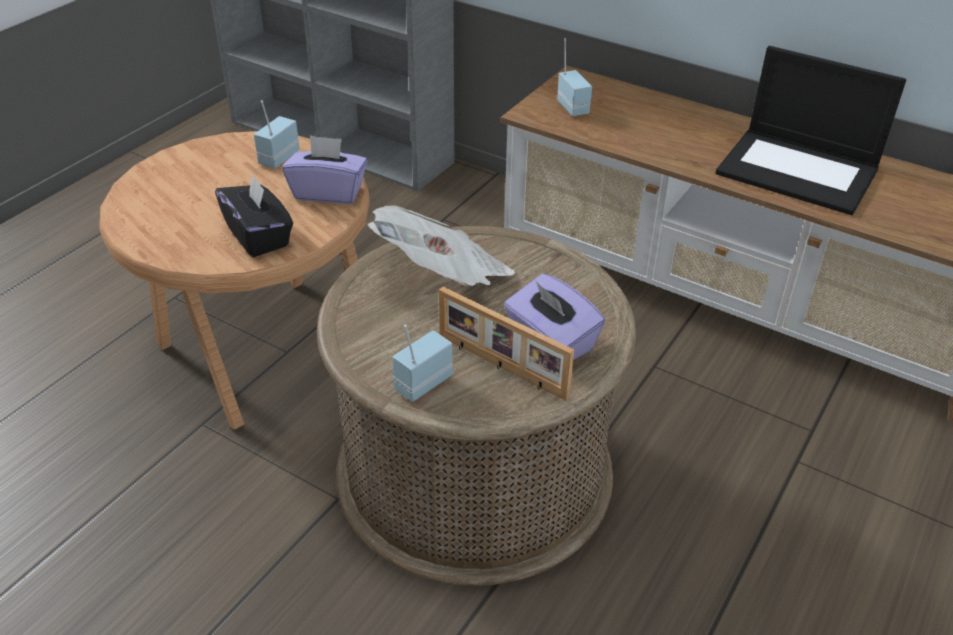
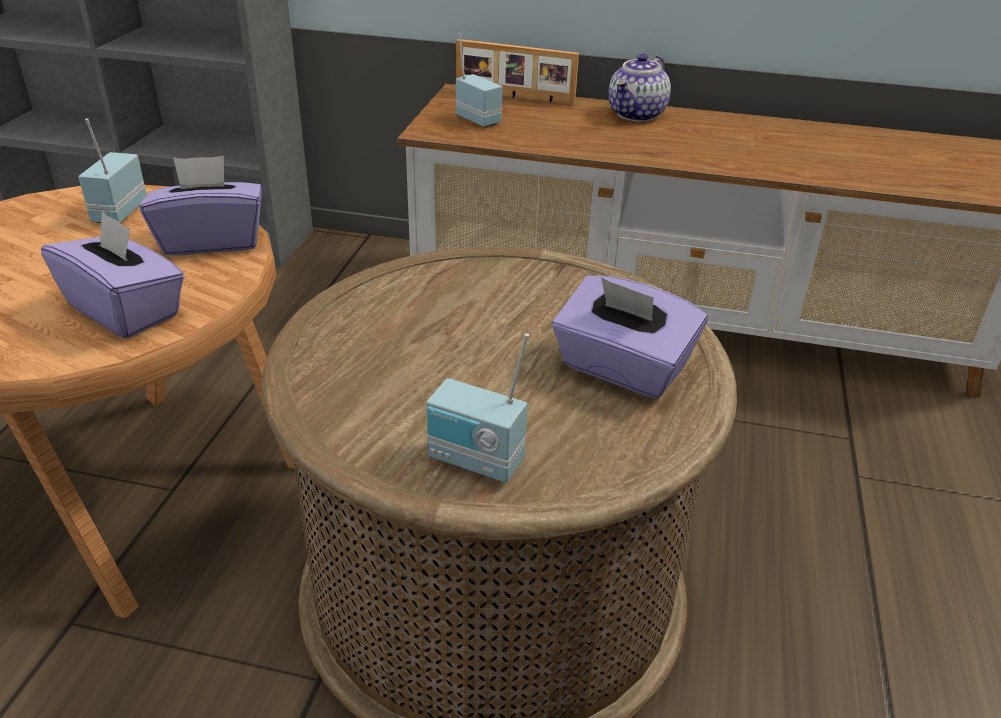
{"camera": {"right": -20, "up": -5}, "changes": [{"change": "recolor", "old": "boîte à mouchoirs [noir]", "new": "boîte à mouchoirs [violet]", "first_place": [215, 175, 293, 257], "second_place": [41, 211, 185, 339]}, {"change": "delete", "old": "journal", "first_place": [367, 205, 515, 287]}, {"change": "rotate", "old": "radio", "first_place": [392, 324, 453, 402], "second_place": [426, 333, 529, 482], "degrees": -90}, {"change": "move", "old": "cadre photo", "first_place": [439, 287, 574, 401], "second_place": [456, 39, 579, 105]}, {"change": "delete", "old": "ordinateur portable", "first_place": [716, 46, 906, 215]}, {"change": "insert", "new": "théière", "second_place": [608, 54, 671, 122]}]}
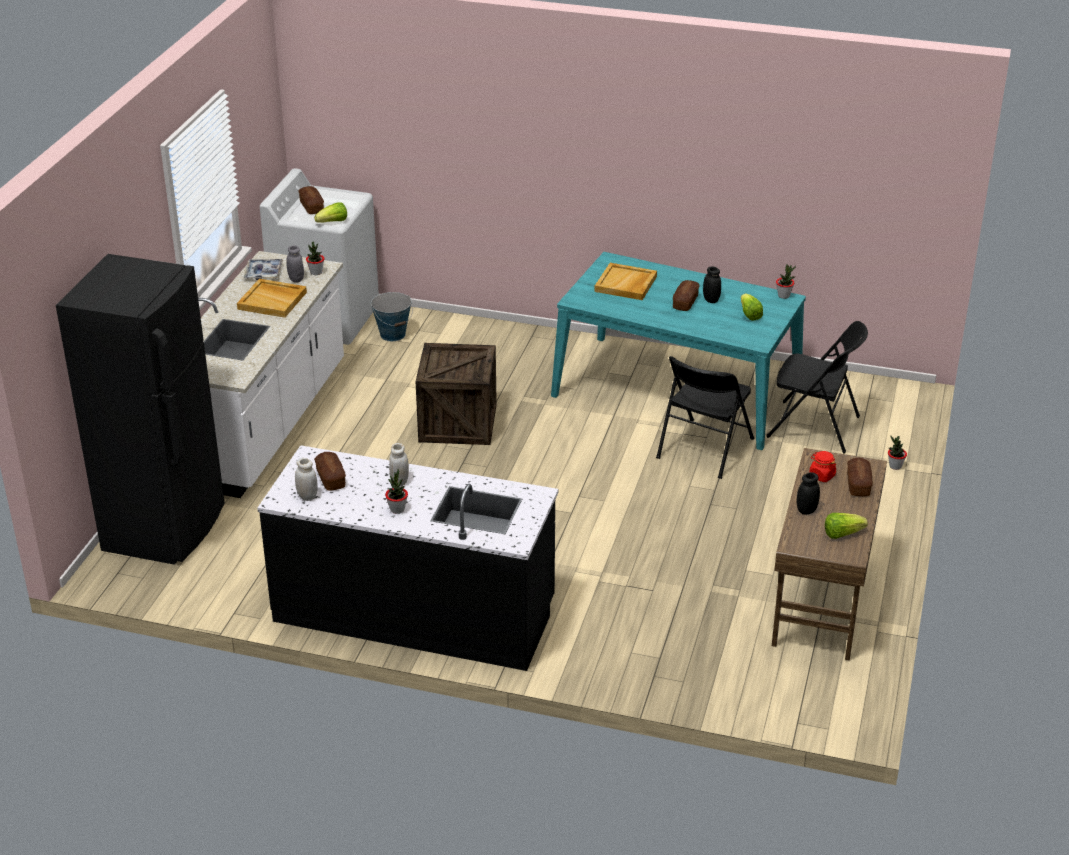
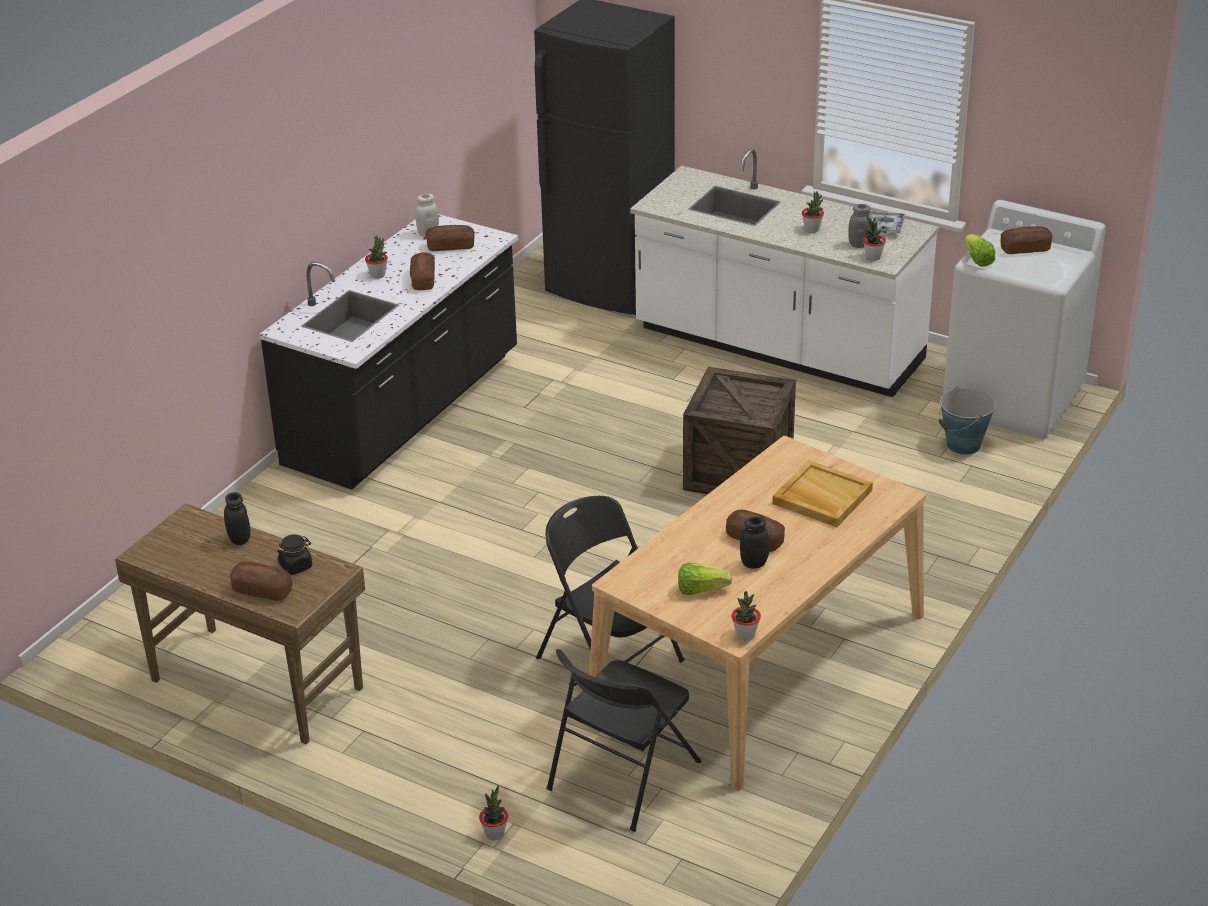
{"camera": {"right": 105, "up": 0}, "changes": [{"change": "replace", "old": "plateau [beige]", "new": "plante en pot", "first_place": [237, 279, 307, 318], "second_place": [802, 191, 824, 233]}, {"change": "replace", "old": "bocal [blanc]", "new": "pain", "first_place": [389, 443, 409, 486], "second_place": [410, 252, 435, 290]}, {"change": "recolor", "old": "table à manger [turquoise]", "new": "table à manger [beige]", "first_place": [551, 252, 806, 450], "second_place": [589, 436, 926, 791]}, {"change": "recolor", "old": "bocal [rouge]", "new": "bocal [noir]", "first_place": [809, 451, 836, 482], "second_place": [277, 534, 312, 575]}, {"change": "delete", "old": "laitue", "first_place": [825, 513, 868, 539]}]}
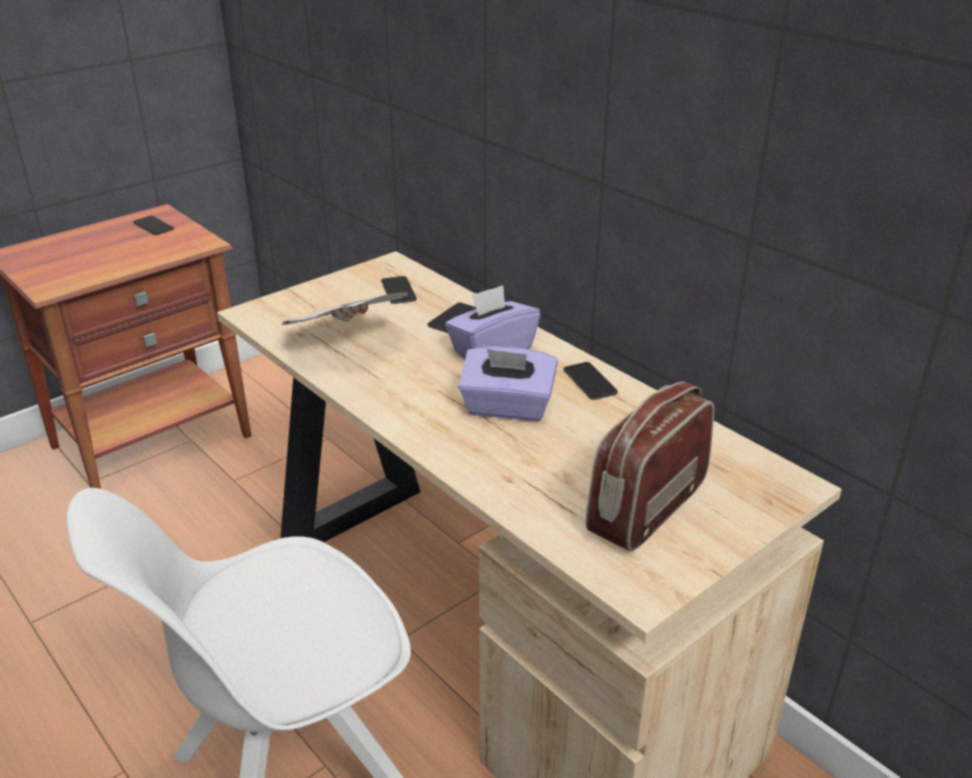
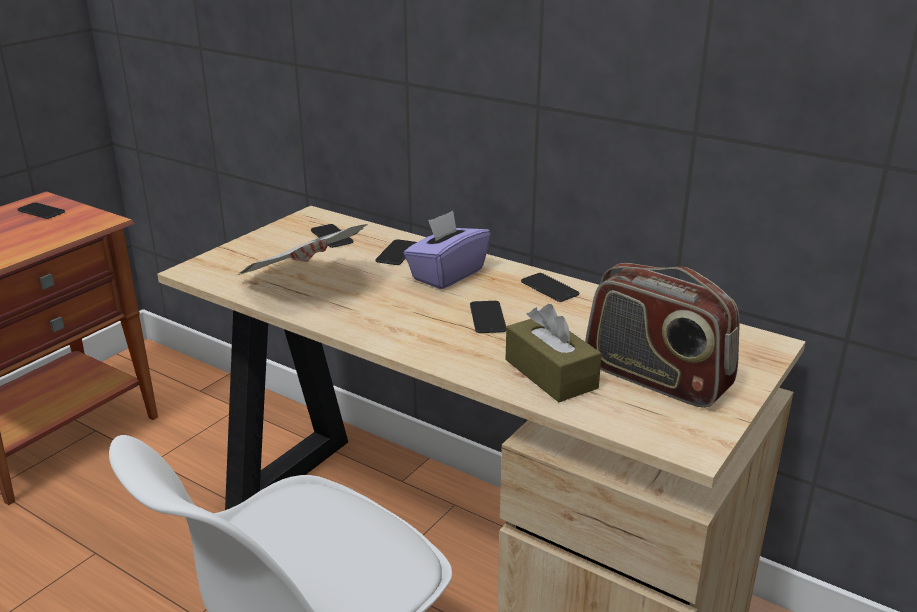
{"camera": {"right": -15, "up": -5}, "changes": [{"change": "replace", "old": "boîte à mouchoirs [violet]", "new": "téléphone", "first_place": [458, 346, 558, 421], "second_place": [470, 301, 506, 333]}, {"change": "rotate", "old": "radio", "first_place": [586, 382, 714, 551], "second_place": [585, 263, 740, 408], "degrees": -75}, {"change": "insert", "new": "boîte à mouchoirs [marron]", "second_place": [505, 304, 602, 402]}]}
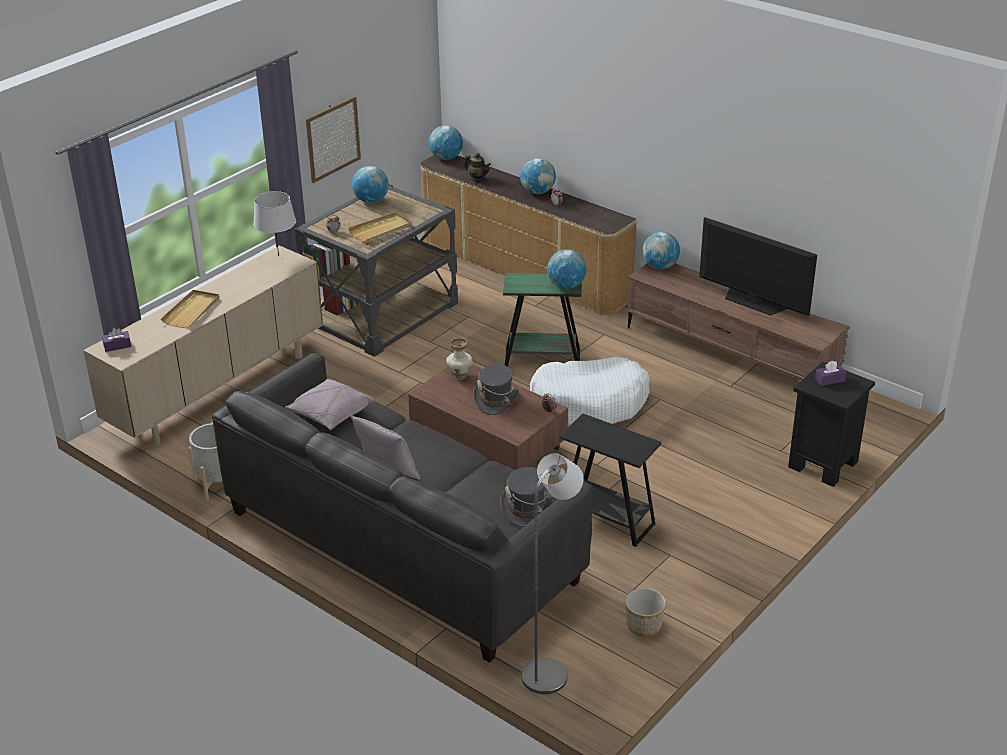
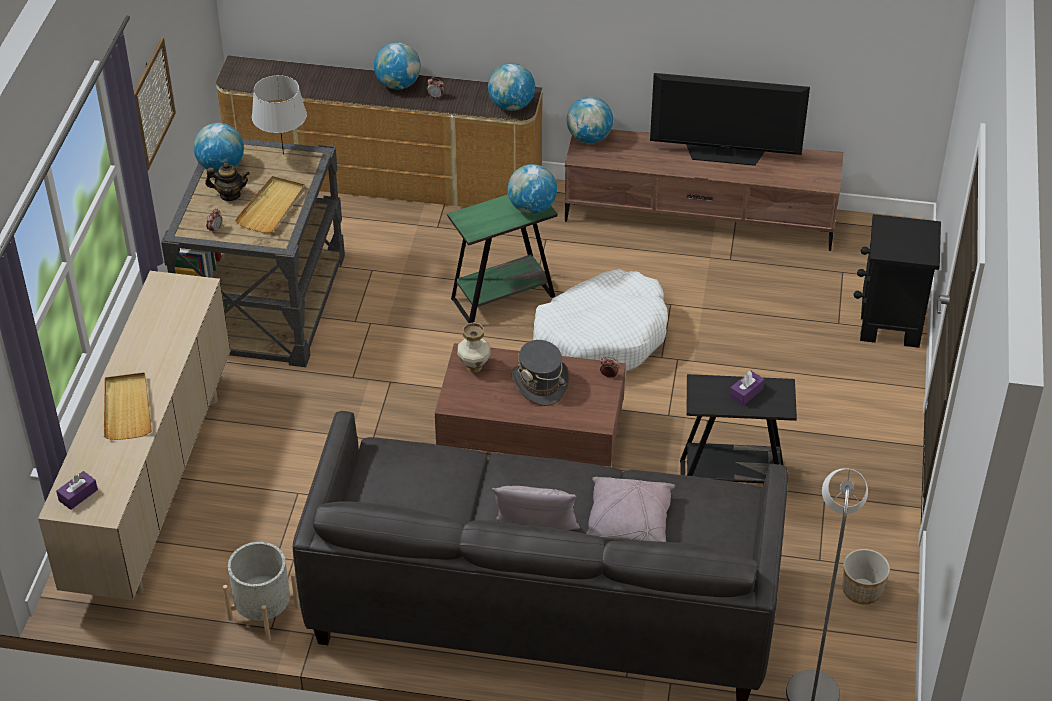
{"camera": {"right": -30, "up": 10}, "changes": [{"change": "move", "old": "lampe de table [gris]", "first_place": [253, 191, 296, 256], "second_place": [252, 75, 307, 155]}, {"change": "move", "old": "coussin [violet]", "first_place": [285, 379, 375, 430], "second_place": [586, 477, 675, 542]}, {"change": "move", "old": "globe", "first_place": [429, 125, 463, 160], "second_place": [488, 63, 535, 111]}, {"change": "move", "old": "théière", "first_place": [464, 153, 491, 182], "second_place": [205, 162, 250, 201]}, {"change": "delete", "old": "chapeau [gris]", "first_place": [500, 467, 554, 527]}, {"change": "move", "old": "boîte à mouchoirs [violet]", "first_place": [815, 361, 846, 386], "second_place": [729, 371, 765, 406]}]}
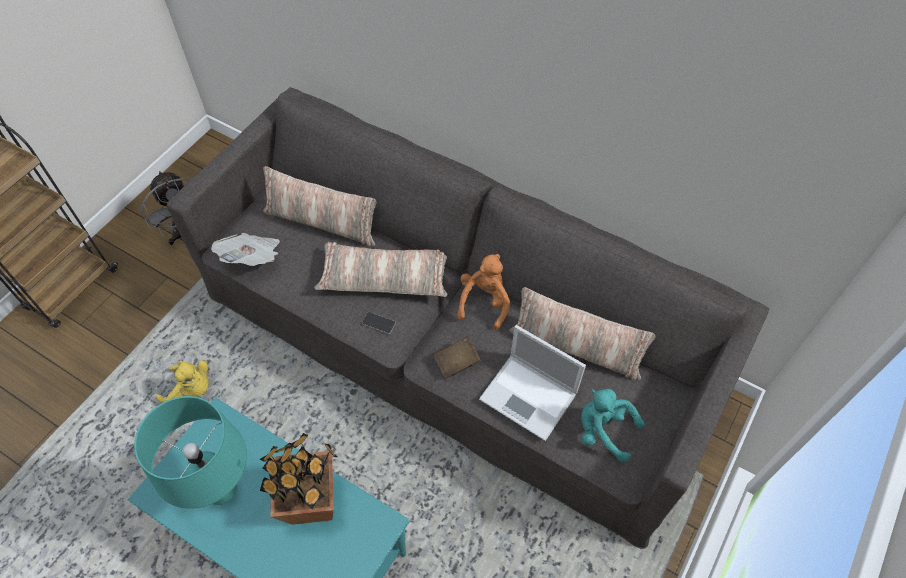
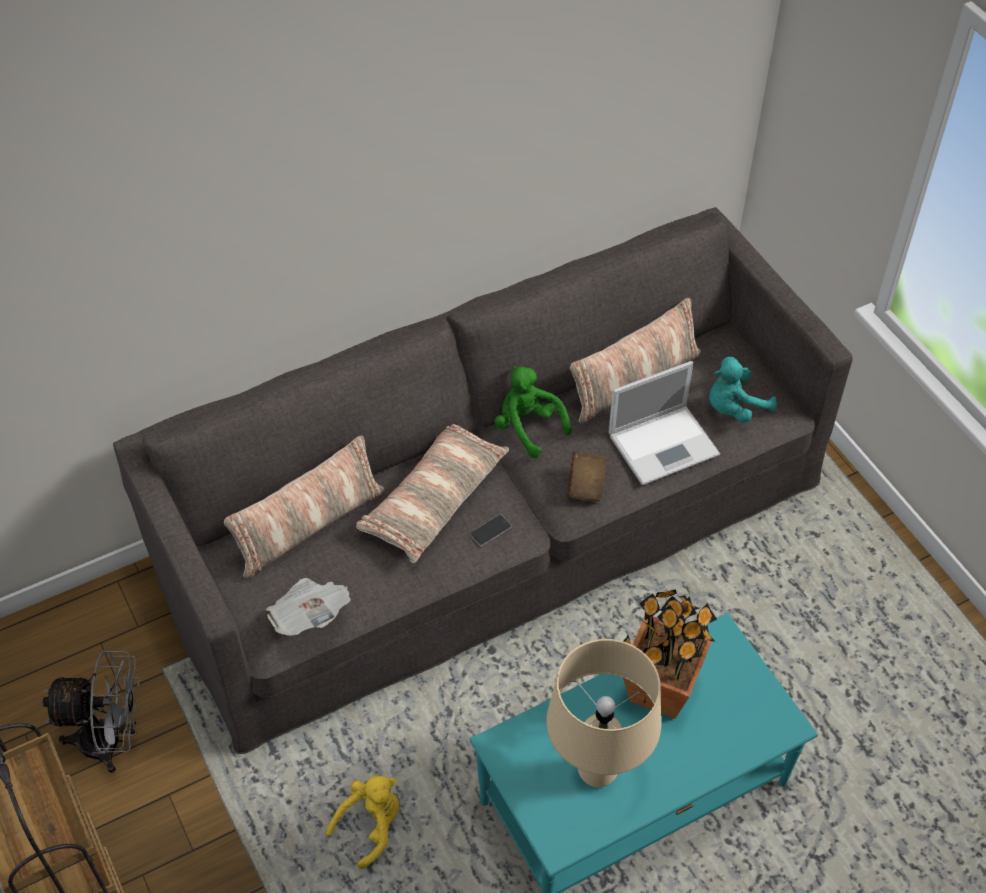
{"camera": {"right": -60, "up": -5}, "changes": [{"change": "recolor", "old": "lampe de table [turquoise]", "new": "lampe de table [beige]", "first_place": [134, 396, 247, 509], "second_place": [546, 639, 661, 787]}, {"change": "recolor", "old": "peluche [orange]", "new": "peluche [vert]", "first_place": [457, 254, 510, 330], "second_place": [495, 366, 572, 458]}]}
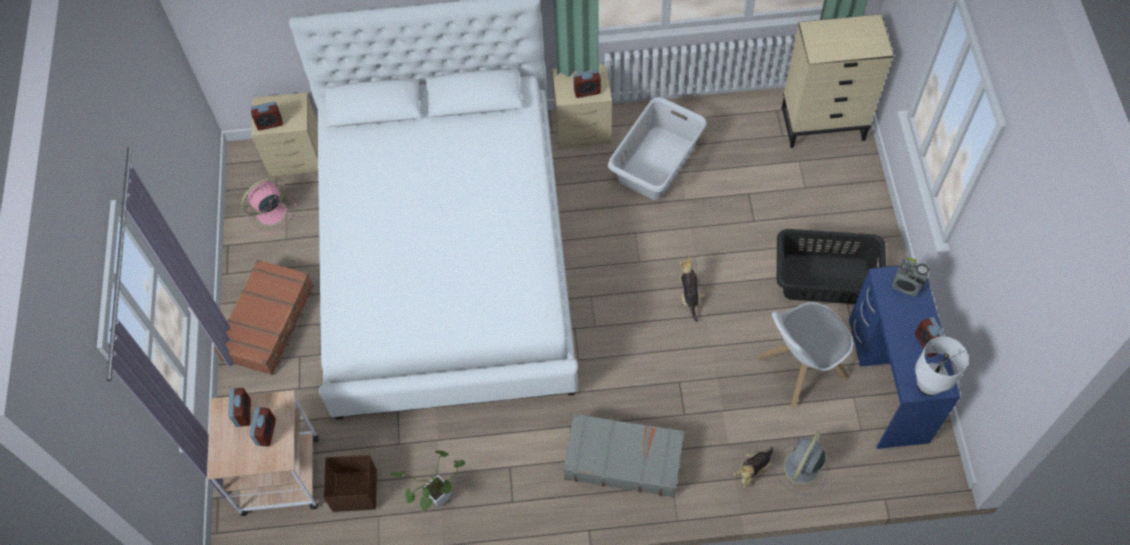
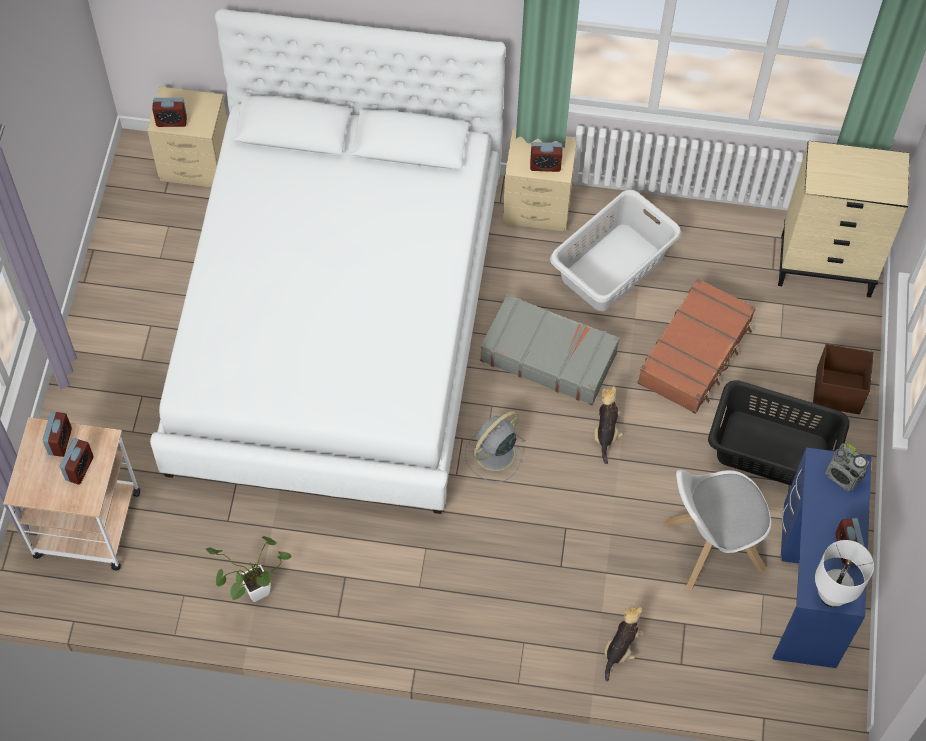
{"camera": {"right": 10, "up": 0}, "changes": [{"change": "move", "old": "valise [marron]", "first_place": [213, 259, 314, 375], "second_place": [637, 278, 756, 414]}, {"change": "delete", "old": "ventilateur [rose]", "first_place": [241, 177, 297, 234]}, {"change": "move", "old": "boîte de rangement [marron]", "first_place": [324, 455, 377, 512], "second_place": [813, 344, 874, 414]}, {"change": "move", "old": "valise [gris]", "first_place": [563, 413, 685, 498], "second_place": [480, 294, 620, 405]}, {"change": "rotate", "old": "peluche", "first_place": [733, 447, 773, 488], "second_place": [604, 605, 643, 681], "degrees": 150}, {"change": "move", "old": "ventilateur [gris]", "first_place": [775, 431, 827, 495], "second_place": [465, 411, 525, 482]}]}
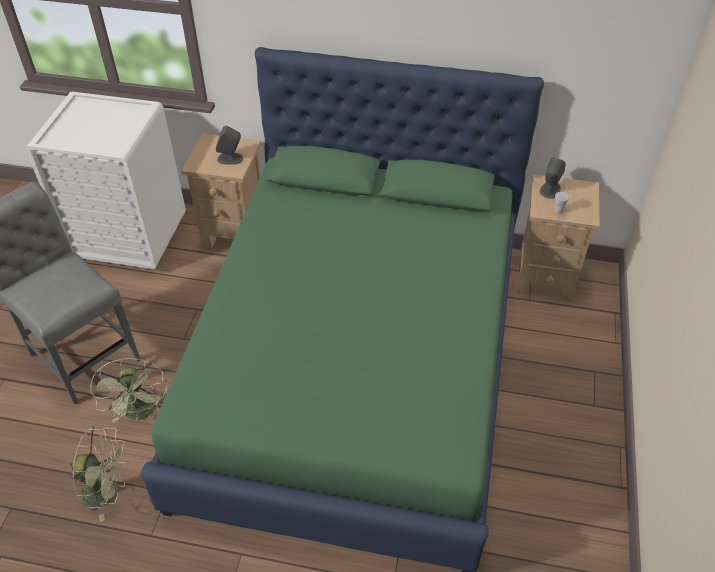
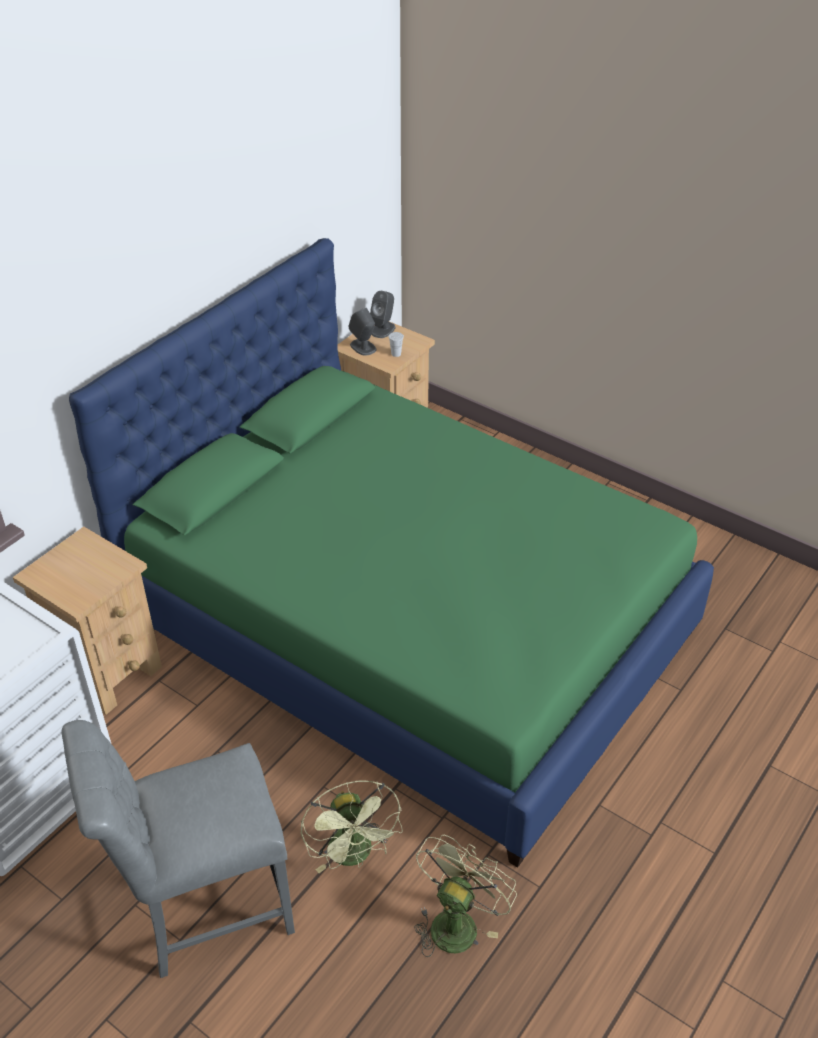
{"camera": {"right": -65, "up": -5}, "changes": [{"change": "rotate", "old": "ventilateur [vert]", "first_place": [90, 358, 167, 423], "second_place": [301, 780, 403, 873], "degrees": 60}, {"change": "move", "old": "enceinte [gris]", "first_place": [216, 125, 243, 165], "second_place": [370, 291, 396, 338]}]}
